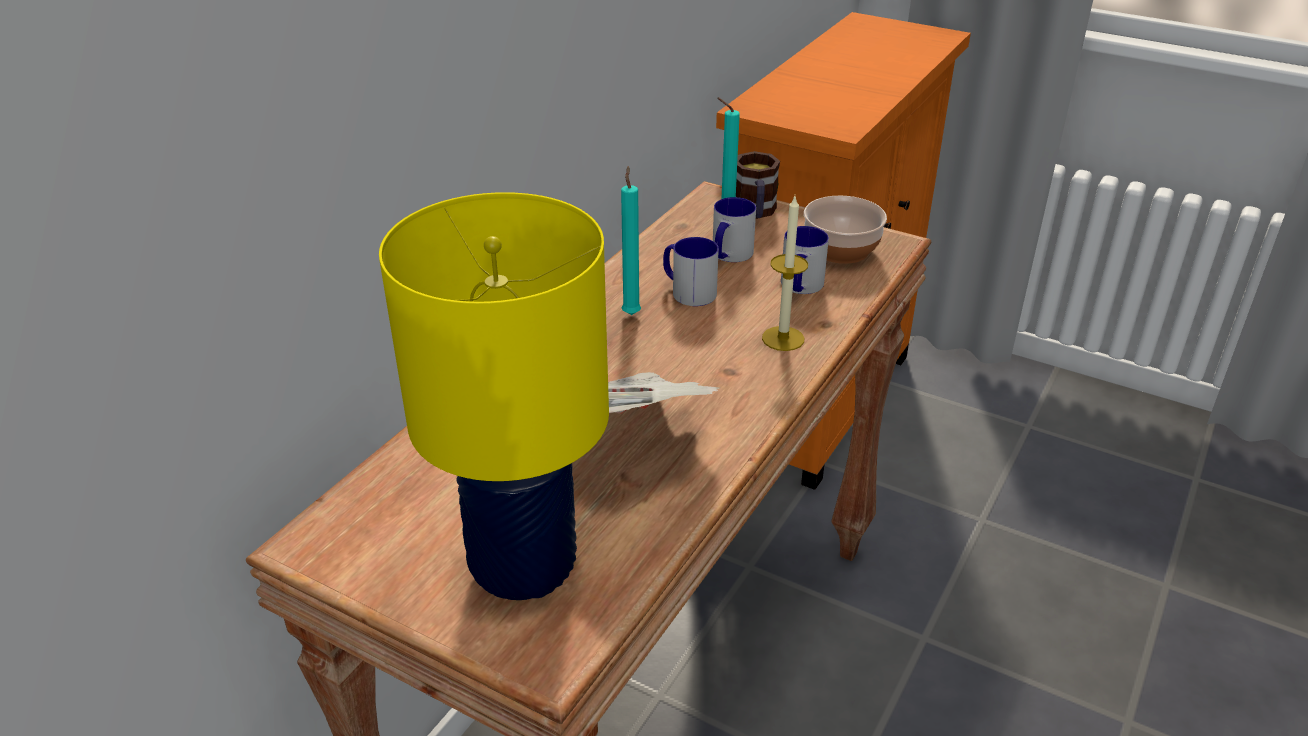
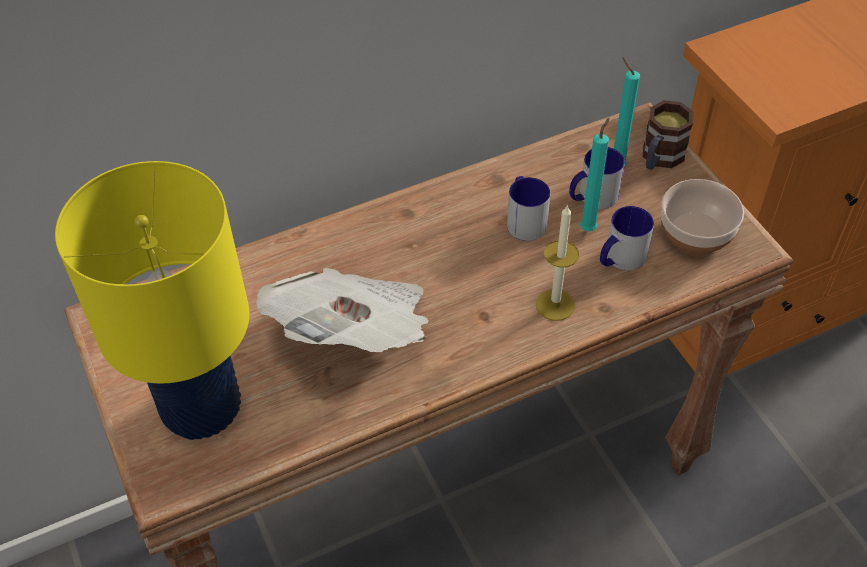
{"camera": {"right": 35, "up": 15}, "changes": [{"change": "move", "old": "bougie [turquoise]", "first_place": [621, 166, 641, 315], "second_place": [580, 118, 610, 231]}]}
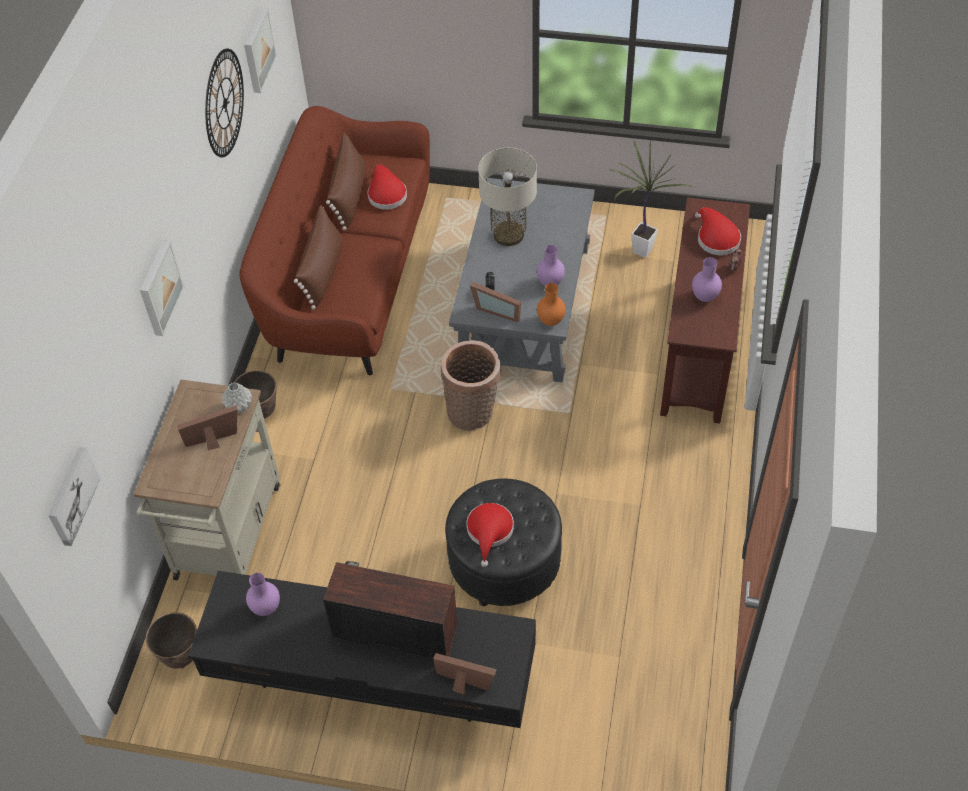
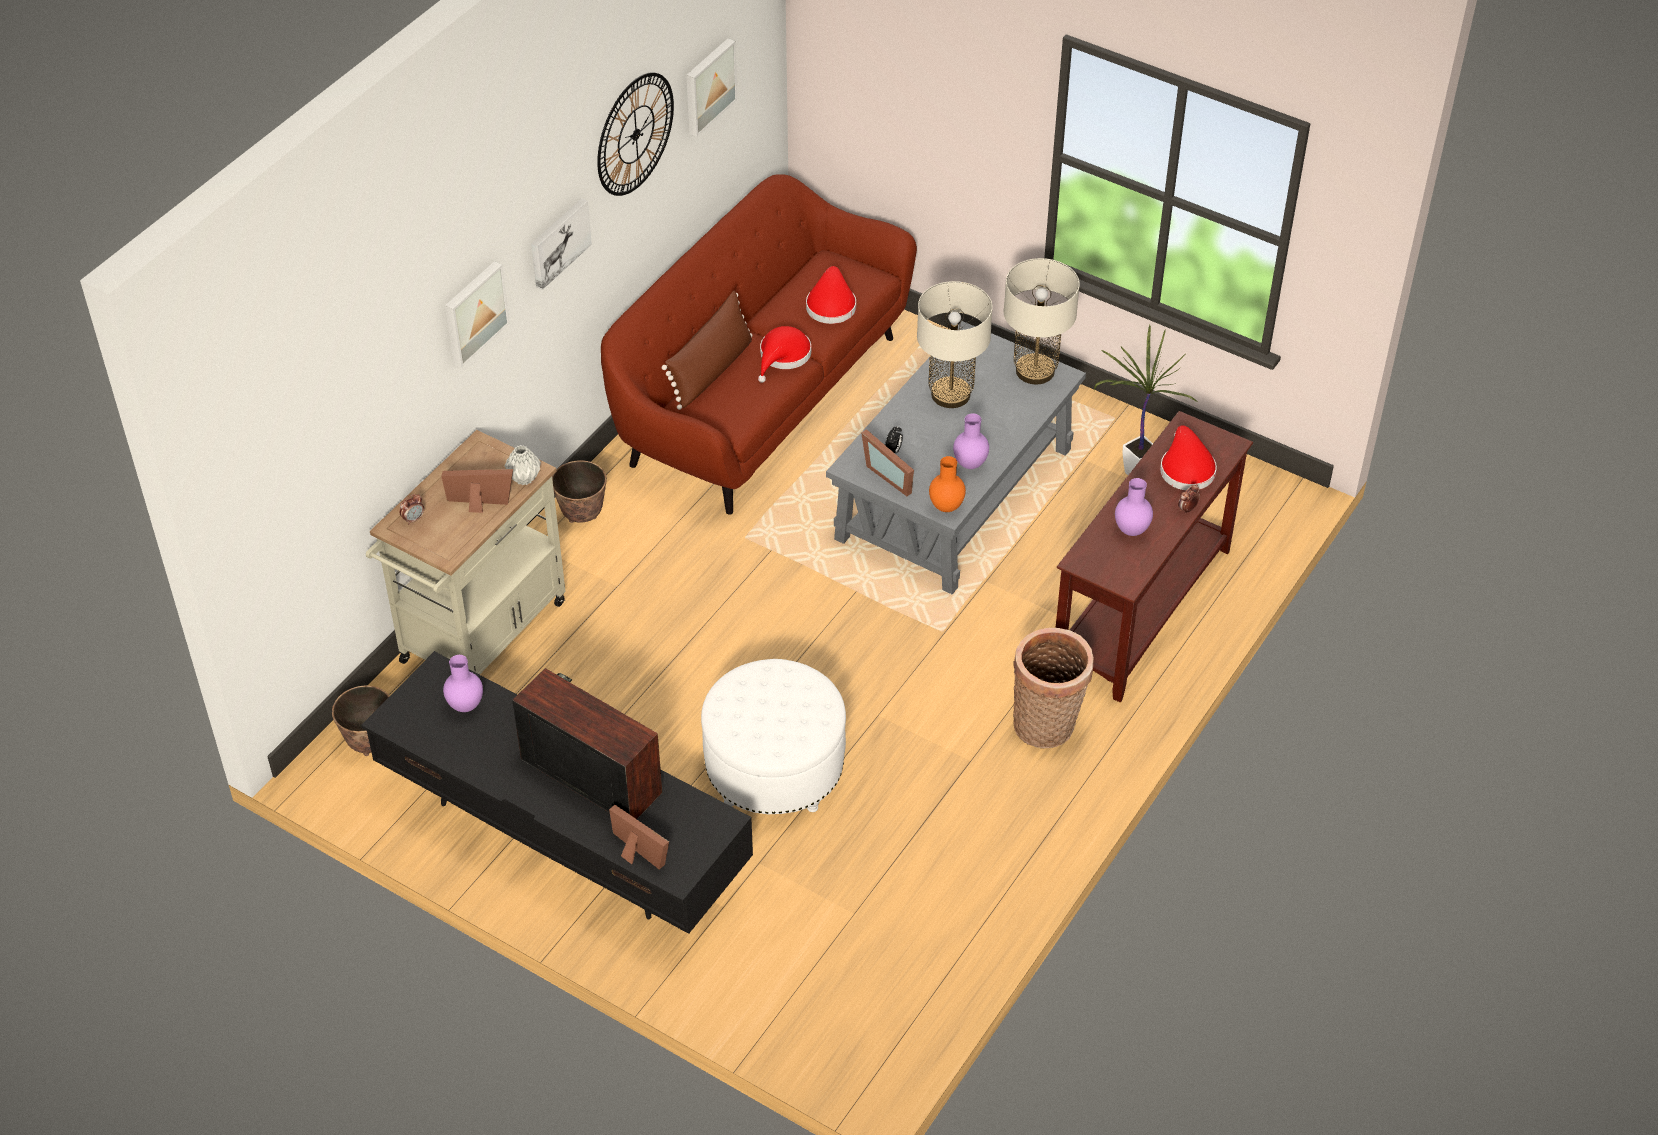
{"camera": {"right": 20, "up": -5}, "changes": [{"change": "move", "old": "tableau", "first_place": [48, 447, 100, 546], "second_place": [531, 198, 592, 290]}, {"change": "delete", "old": "coussin [marron]", "first_place": [326, 133, 366, 230]}, {"change": "move", "old": "panier", "first_place": [441, 340, 501, 431], "second_place": [1013, 628, 1094, 749]}, {"change": "recolor", "old": "pouf [noir]", "new": "pouf [blanc]", "first_place": [445, 479, 562, 606], "second_place": [701, 659, 846, 814]}, {"change": "move", "old": "chapeau [rouge]", "first_place": [466, 503, 514, 567], "second_place": [758, 326, 811, 383]}, {"change": "insert", "new": "réveil", "second_place": [399, 494, 424, 525]}, {"change": "insert", "new": "lampe de table", "second_place": [1004, 258, 1080, 384]}]}
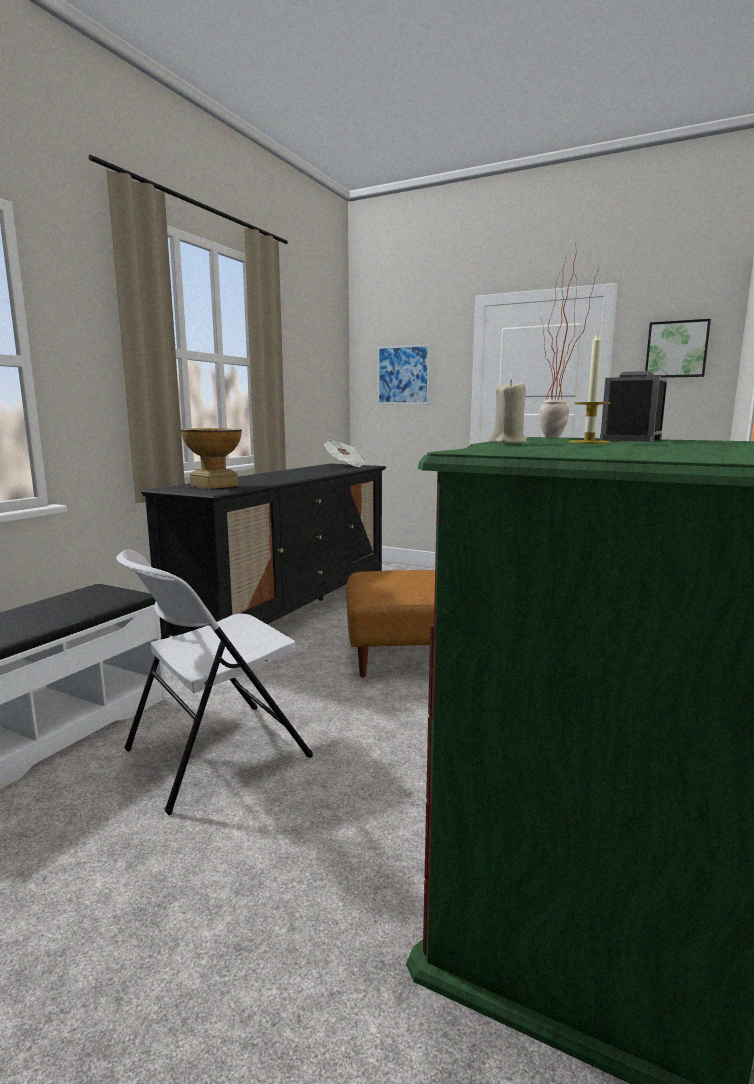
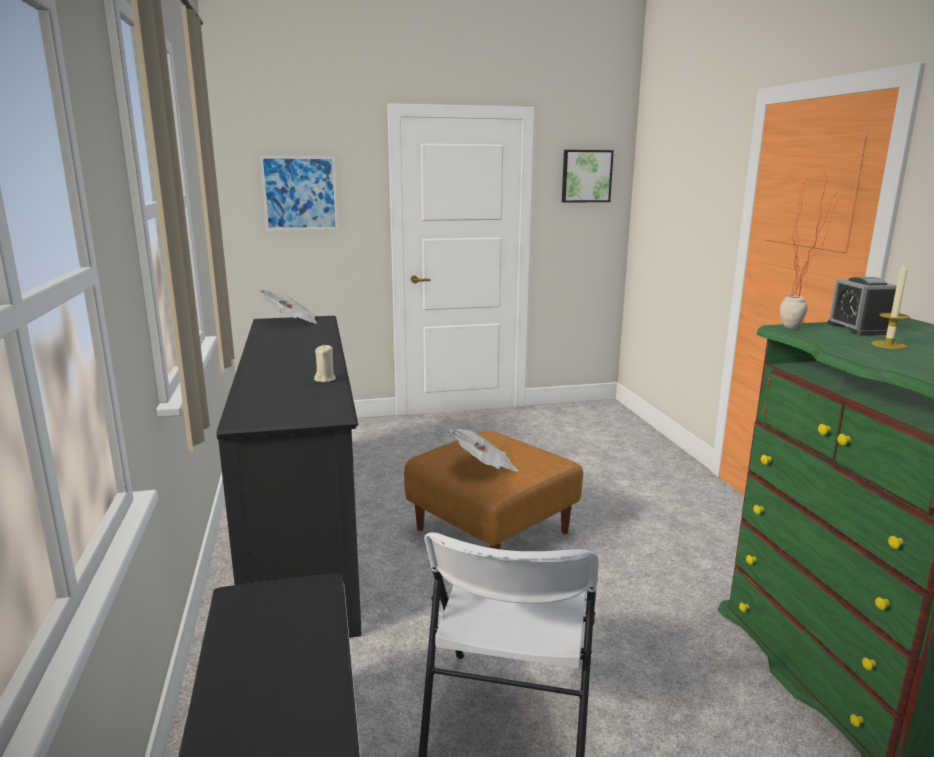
{"camera": {"right": -40, "up": 5}, "changes": [{"change": "delete", "old": "vase", "first_place": [181, 428, 242, 489]}, {"change": "move", "old": "bougie [beige]", "first_place": [489, 380, 527, 443], "second_place": [314, 344, 336, 382]}, {"change": "insert", "new": "journal", "second_place": [449, 429, 519, 471]}]}
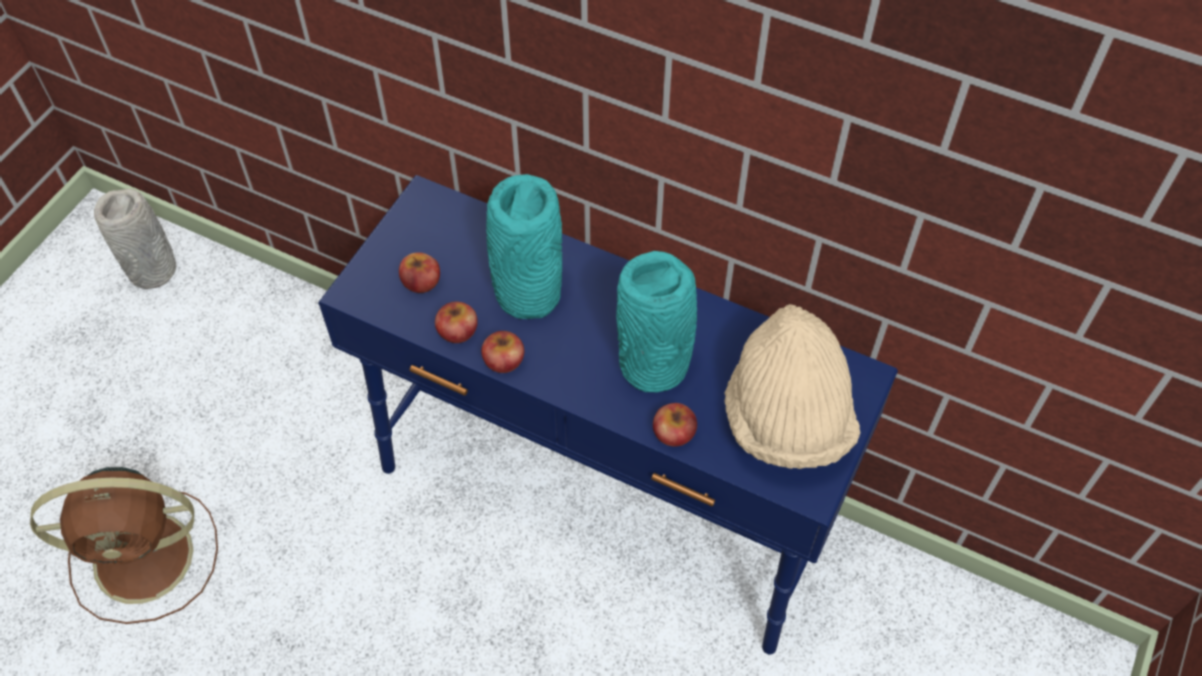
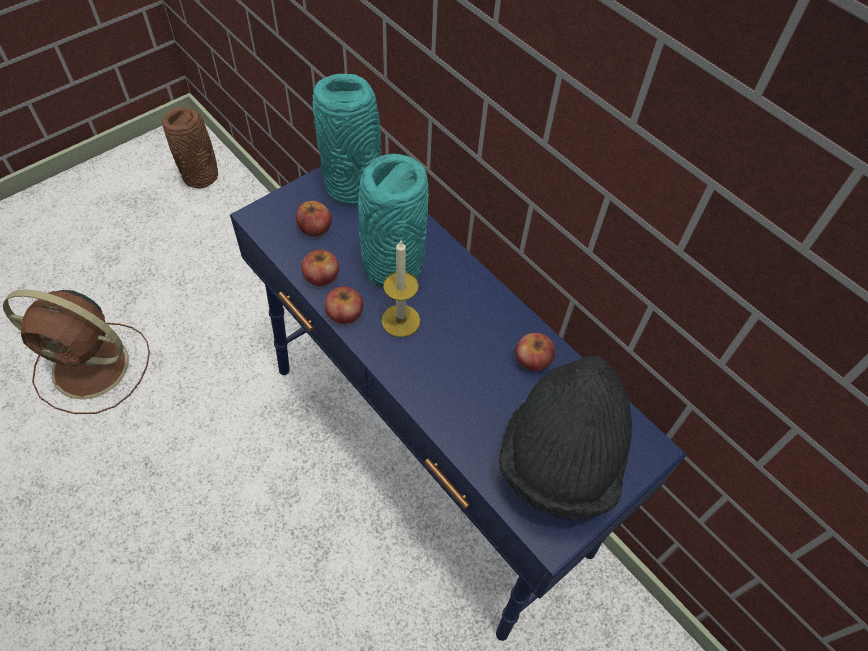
{"camera": {"right": 20, "up": 0}, "changes": [{"change": "recolor", "old": "vase [gris]", "new": "vase [marron]", "first_place": [94, 189, 176, 289], "second_place": [162, 107, 218, 188]}, {"change": "move", "old": "vase [turquoise]", "first_place": [616, 251, 697, 392], "second_place": [312, 74, 382, 205]}, {"change": "move", "old": "pomme", "first_place": [653, 403, 697, 447], "second_place": [515, 333, 555, 371]}, {"change": "recolor", "old": "chapeau [beige]", "new": "chapeau [noir]", "first_place": [724, 304, 861, 469], "second_place": [499, 355, 632, 521]}, {"change": "insert", "new": "bougie", "second_place": [381, 241, 420, 337]}]}
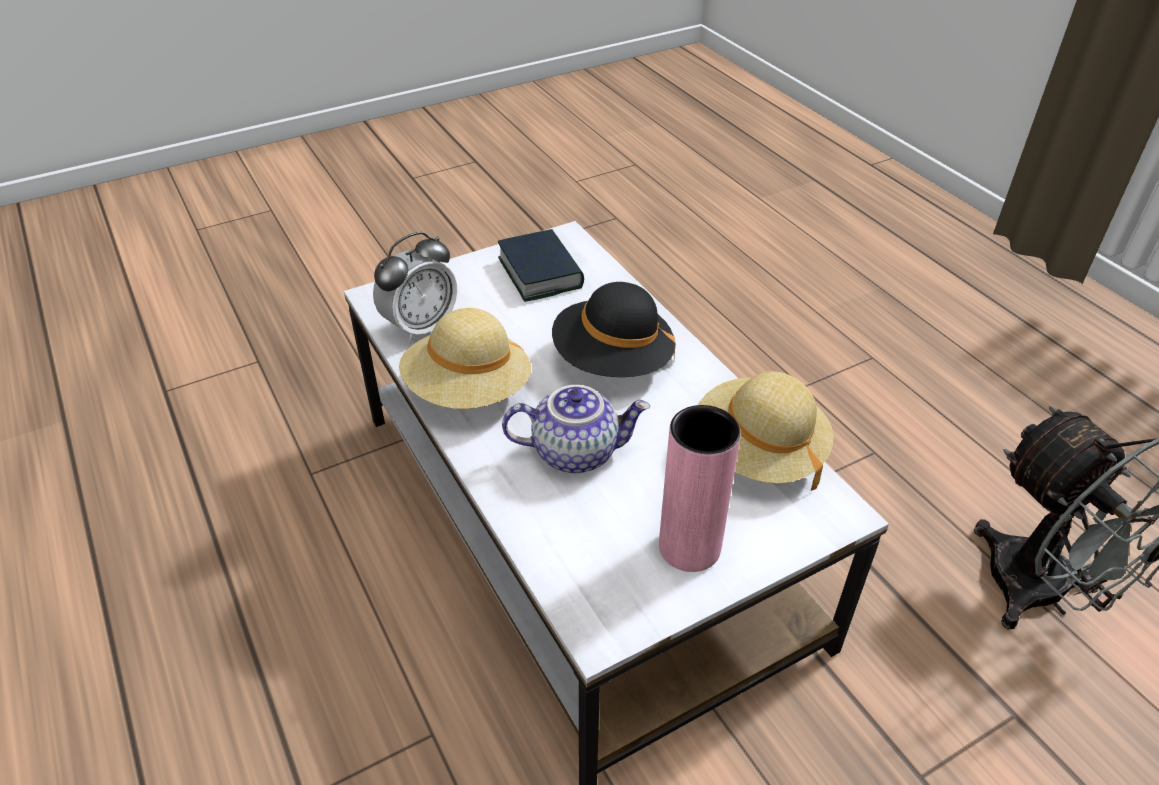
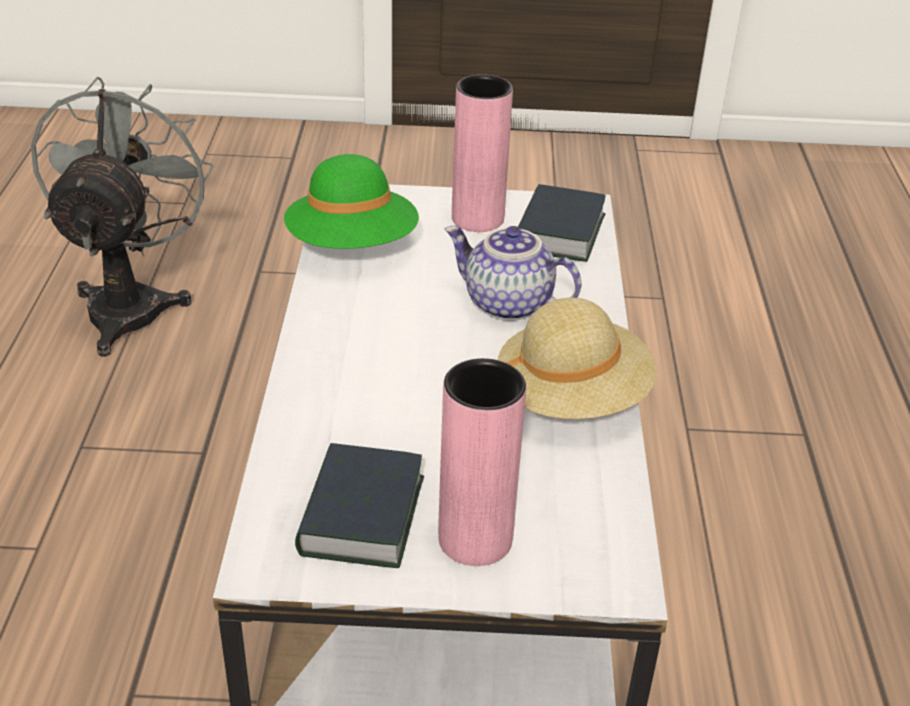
{"camera": {"right": -150, "up": -5}, "changes": [{"change": "delete", "old": "réveil", "first_place": [373, 232, 457, 343]}, {"change": "delete", "old": "chapeau [noir]", "first_place": [552, 282, 676, 377]}, {"change": "recolor", "old": "chapeau [beige]", "new": "chapeau [vert]", "first_place": [698, 371, 834, 491], "second_place": [284, 154, 419, 249]}, {"change": "insert", "new": "vase [rose]", "second_place": [438, 358, 526, 566]}, {"change": "insert", "new": "livre", "second_place": [518, 184, 606, 262]}]}
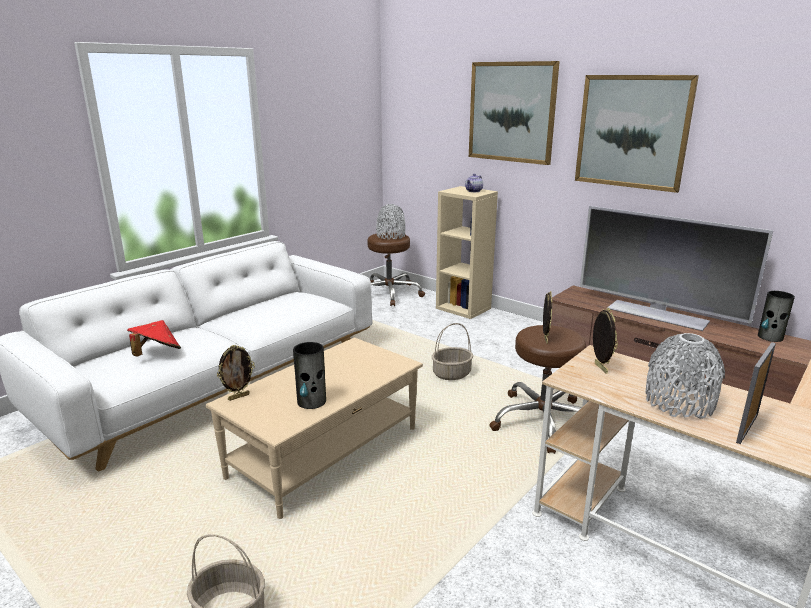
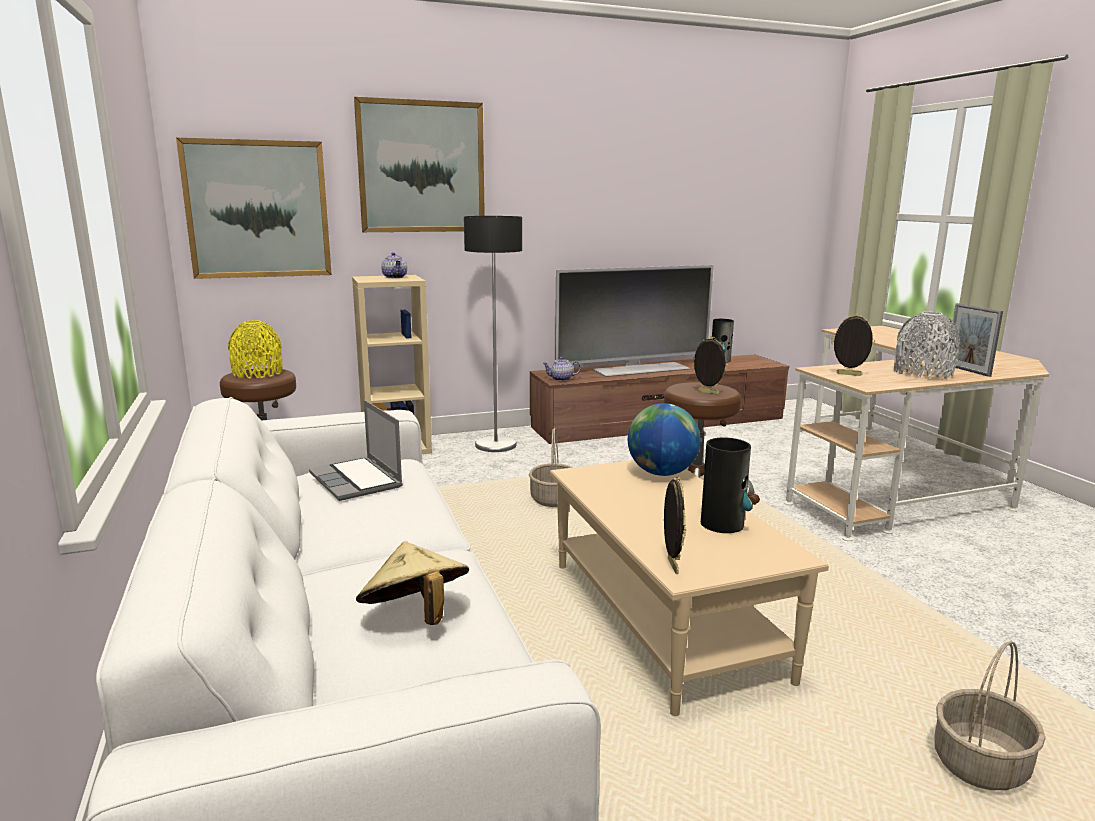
{"camera": {"right": -60, "up": -5}, "changes": [{"change": "recolor", "old": "chapeau [rouge]", "new": "chapeau [beige]", "first_place": [127, 320, 181, 356], "second_place": [356, 541, 469, 625]}, {"change": "recolor", "old": "vase [gris]", "new": "vase [jaune]", "first_place": [376, 204, 406, 240], "second_place": [228, 320, 283, 379]}, {"change": "move", "old": "tableau", "first_place": [575, 75, 699, 193], "second_place": [176, 137, 332, 279]}, {"change": "insert", "new": "ordinateur portable", "second_place": [309, 400, 403, 501]}, {"change": "insert", "new": "lampadaire", "second_place": [464, 216, 522, 452]}, {"change": "insert", "new": "théière", "second_place": [543, 357, 581, 381]}, {"change": "insert", "new": "globe", "second_place": [628, 403, 701, 476]}]}
